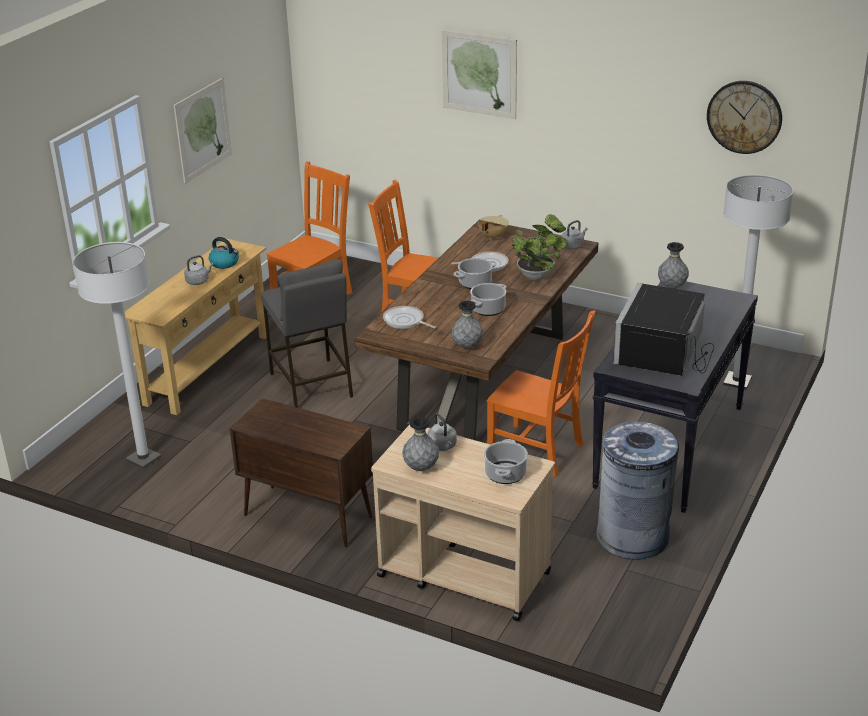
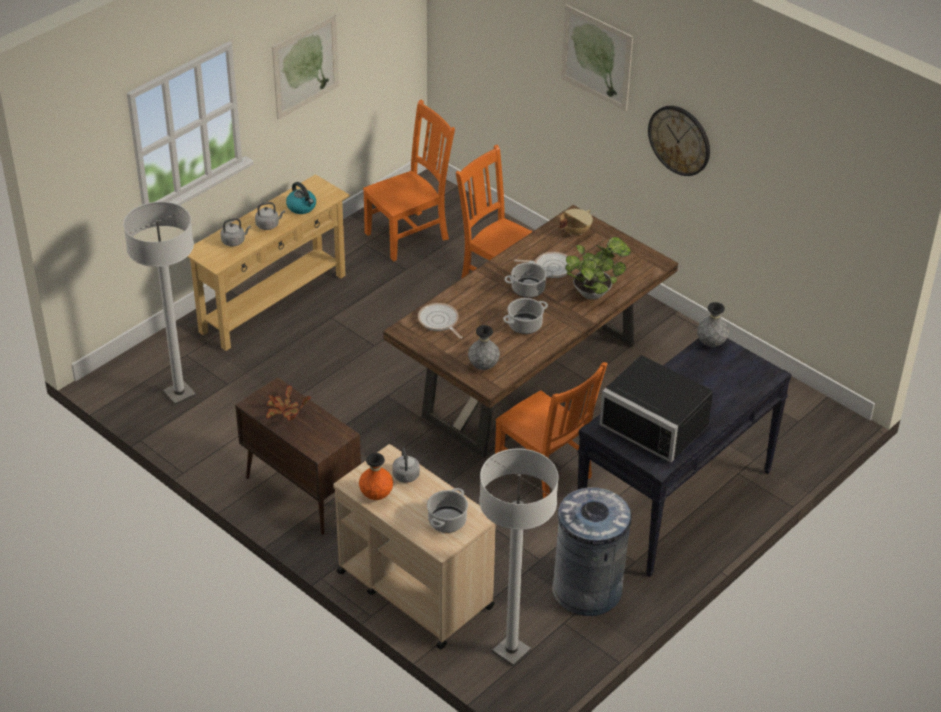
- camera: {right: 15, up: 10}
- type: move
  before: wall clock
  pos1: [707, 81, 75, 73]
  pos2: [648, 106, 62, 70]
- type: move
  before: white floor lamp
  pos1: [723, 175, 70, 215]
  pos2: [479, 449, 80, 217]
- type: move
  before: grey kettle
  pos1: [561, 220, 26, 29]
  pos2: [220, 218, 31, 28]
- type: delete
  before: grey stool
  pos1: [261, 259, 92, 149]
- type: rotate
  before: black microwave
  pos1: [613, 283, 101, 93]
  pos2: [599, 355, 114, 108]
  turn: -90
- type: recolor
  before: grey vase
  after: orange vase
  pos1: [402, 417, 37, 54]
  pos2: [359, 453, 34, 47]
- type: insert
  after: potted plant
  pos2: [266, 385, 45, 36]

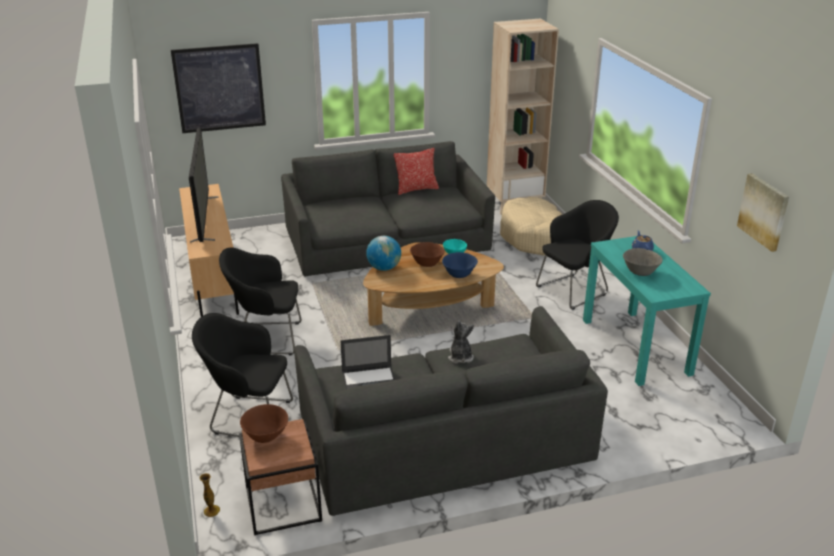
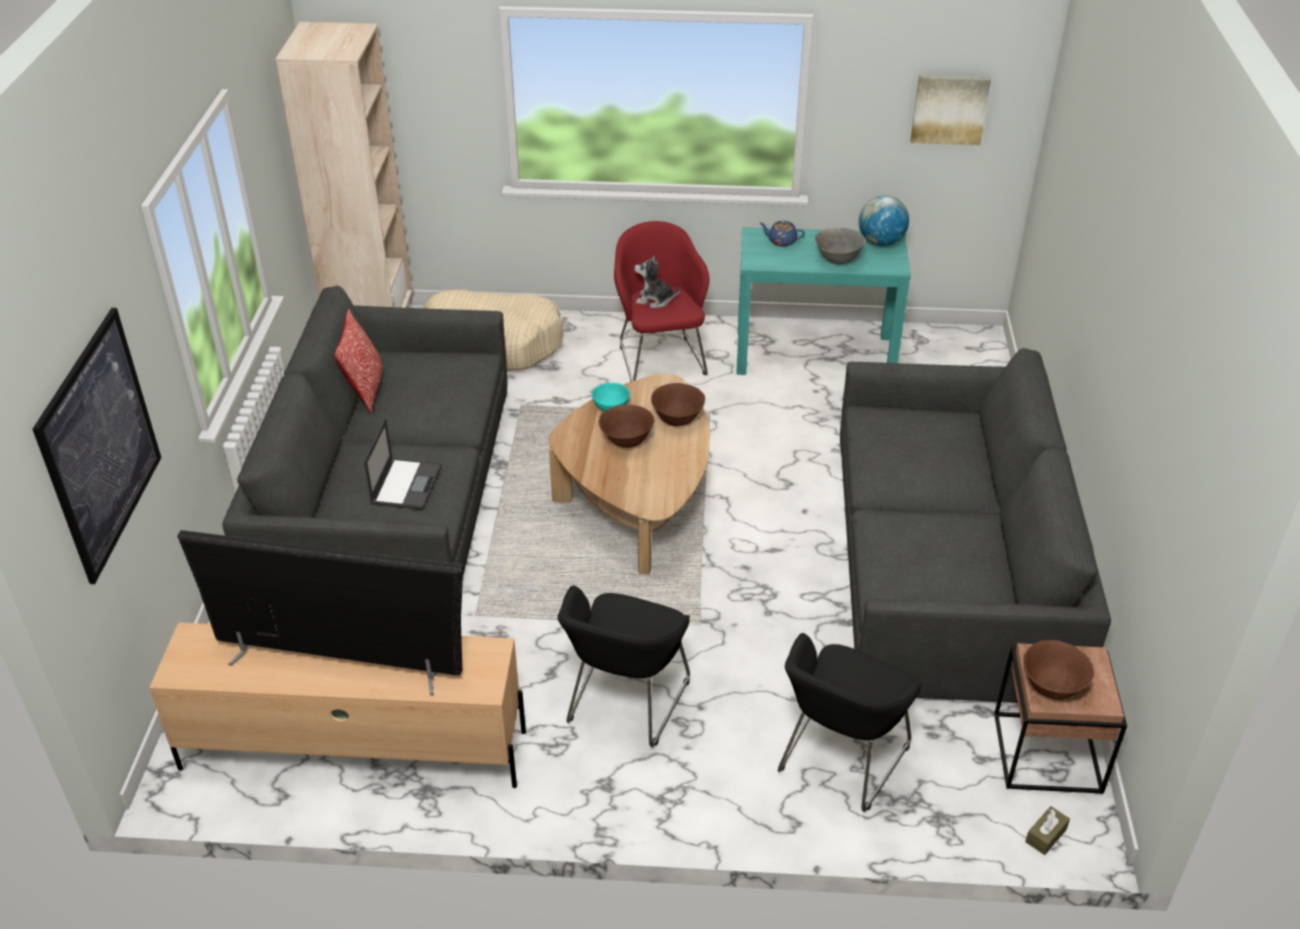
- camera: {right: -70, up: 10}
- type: recolor
  before: black armchair
  after: red armchair
  pos1: [536, 200, 83, 110]
  pos2: [614, 221, 96, 161]
- type: move
  before: globe
  pos1: [366, 236, 35, 35]
  pos2: [859, 196, 50, 50]
- type: recolor
  before: blue bowl
  after: brown bowl
  pos1: [442, 252, 36, 26]
  pos2: [651, 383, 54, 43]
- type: move
  before: plush toy
  pos1: [448, 321, 26, 42]
  pos2: [634, 255, 46, 53]
- type: move
  before: laptop
  pos1: [340, 335, 55, 55]
  pos2: [364, 418, 78, 92]
- type: replace
  before: vase
  after: brown tissue box
  pos1: [199, 473, 21, 44]
  pos2: [1025, 806, 45, 49]

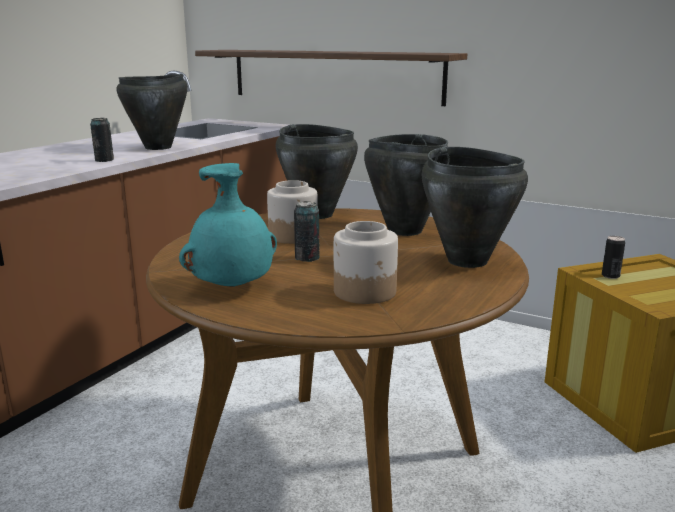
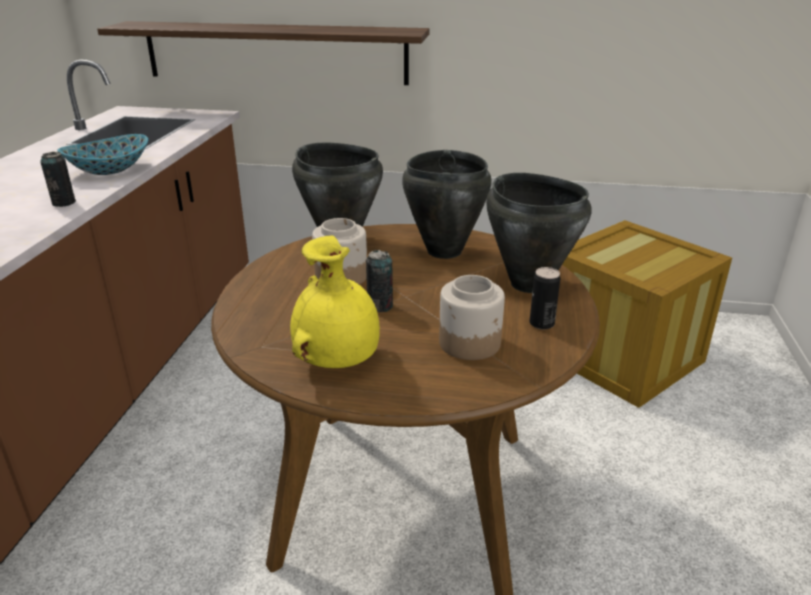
- camera: {right: -20, up: 10}
- type: replace
  before: black cooking pot
  after: bowl
  pos1: [117, 74, 71, 76]
  pos2: [57, 134, 91, 41]
- type: recolor
  before: turquoise vase
  after: yellow vase
  pos1: [179, 163, 98, 124]
  pos2: [290, 236, 90, 132]
- type: move
  before: can
  pos1: [602, 236, 23, 43]
  pos2: [530, 267, 30, 63]

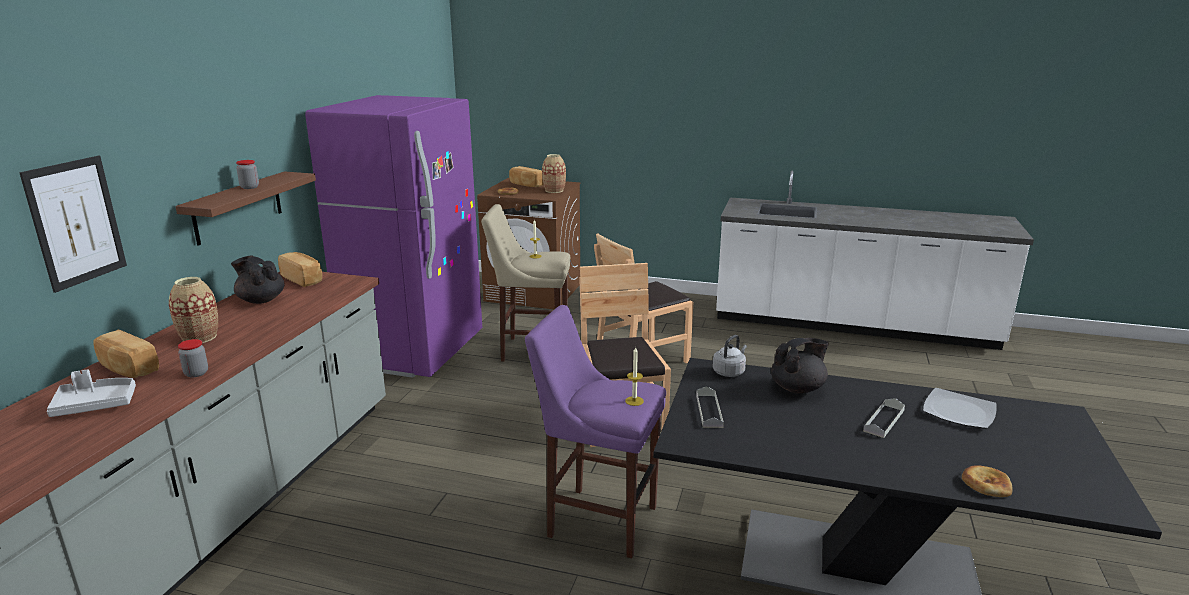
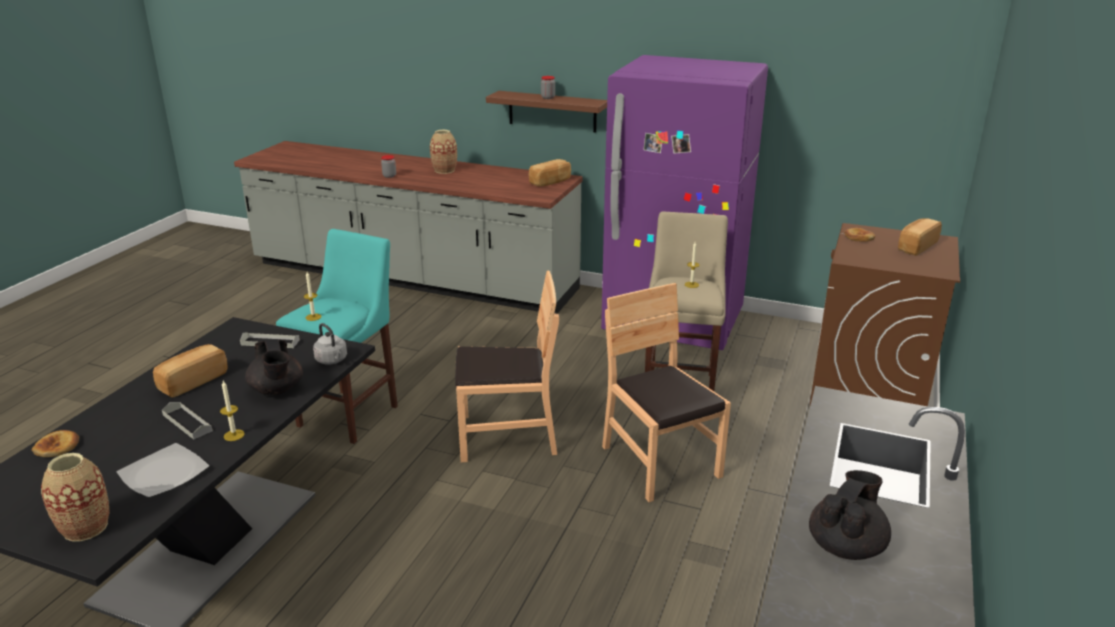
- camera: {right: 95, up: 5}
- type: move
  before: vase
  pos1: [542, 154, 24, 39]
  pos2: [41, 453, 69, 88]
- type: delete
  before: picture
  pos1: [19, 156, 108, 137]
- type: move
  before: black teapot
  pos1: [231, 256, 54, 48]
  pos2: [809, 470, 82, 90]
- type: recolor
  before: purple stool
  after: turquoise stool
  pos1: [525, 305, 141, 254]
  pos2: [276, 229, 122, 215]
- type: move
  before: bread
  pos1: [93, 329, 66, 49]
  pos2: [153, 344, 75, 54]
- type: delete
  before: grey tray
  pos1: [47, 369, 89, 48]
- type: insert
  after: candle
  pos2: [220, 381, 25, 60]

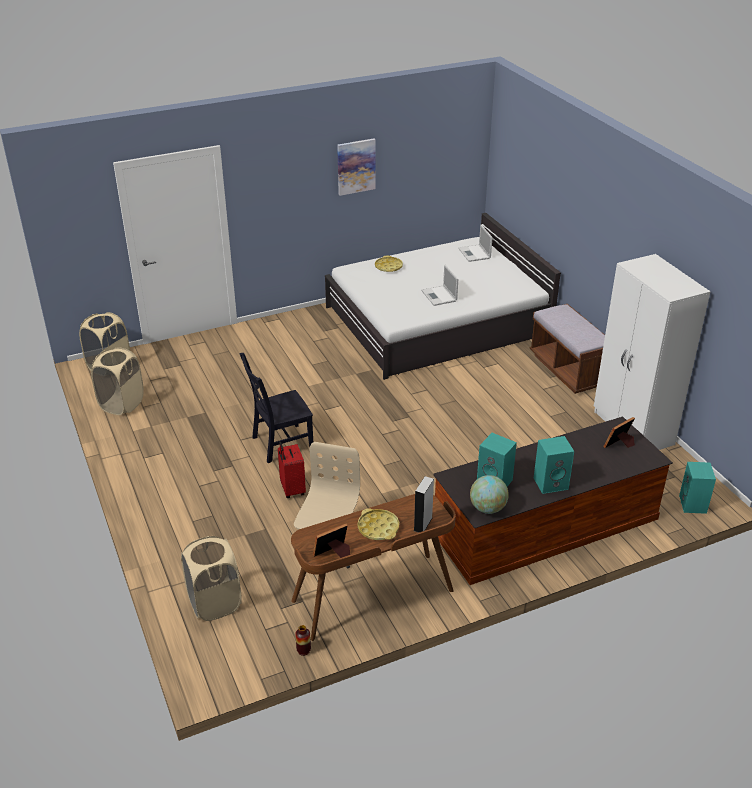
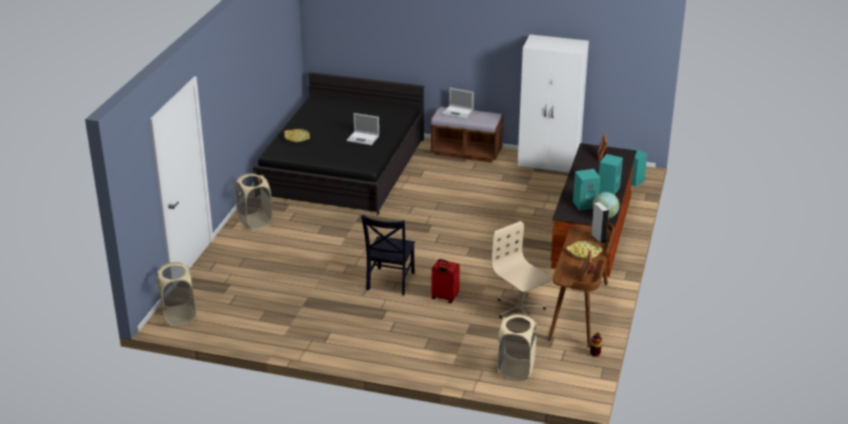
- camera: {right: -50, up: -5}
- type: delete
  before: picture
  pos1: [337, 139, 39, 57]
- type: recolor
  before: white bed
  after: black bed
  pos1: [325, 213, 236, 167]
  pos2: [252, 72, 173, 143]
- type: move
  before: laptop
  pos1: [458, 224, 35, 38]
  pos2: [442, 88, 32, 31]
- type: move
  before: beige laundry basket
  pos1: [91, 347, 53, 68]
  pos2: [235, 173, 38, 56]

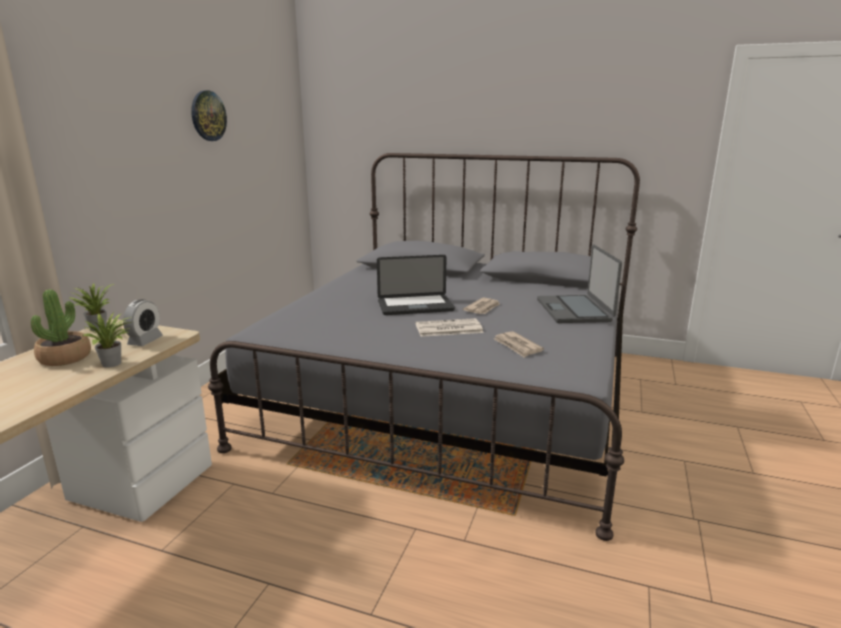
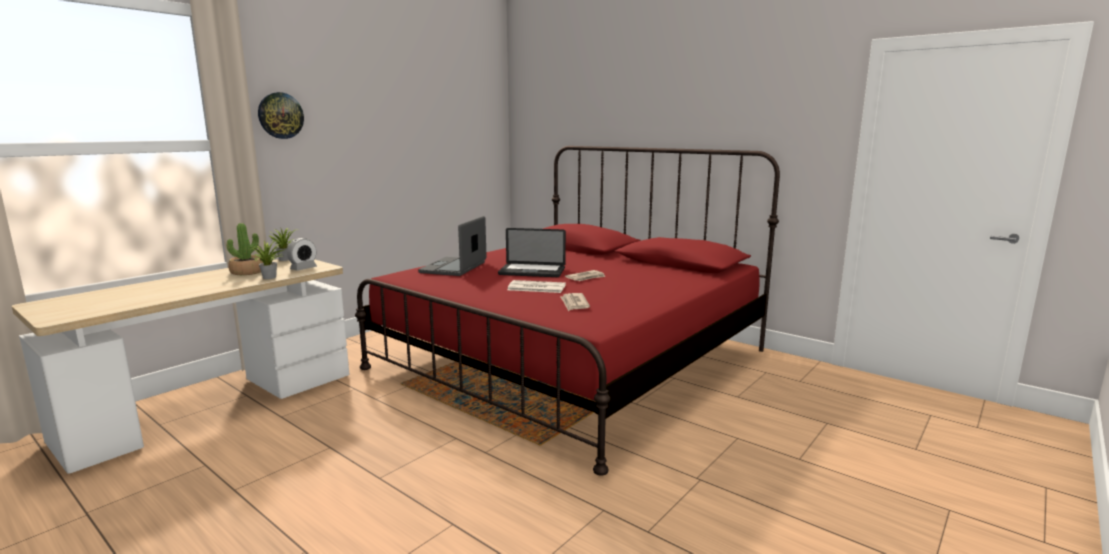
- camera: {right: 20, up: -5}
- type: move
  before: wall clock
  pos1: [191, 90, 36, 51]
  pos2: [258, 92, 46, 47]
- type: recolor
  before: grey bed
  after: red bed
  pos1: [208, 153, 432, 388]
  pos2: [355, 146, 425, 330]
- type: move
  before: laptop
  pos1: [537, 245, 85, 78]
  pos2: [418, 216, 69, 60]

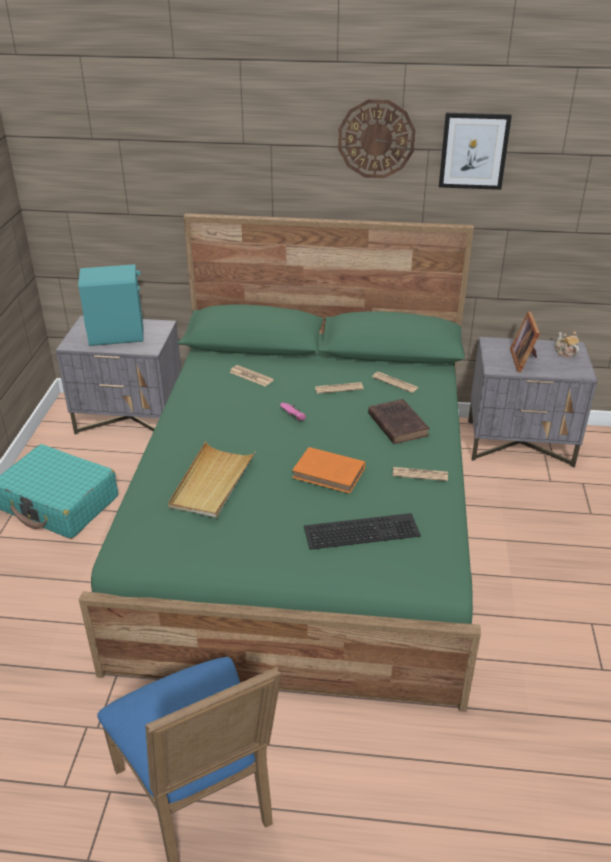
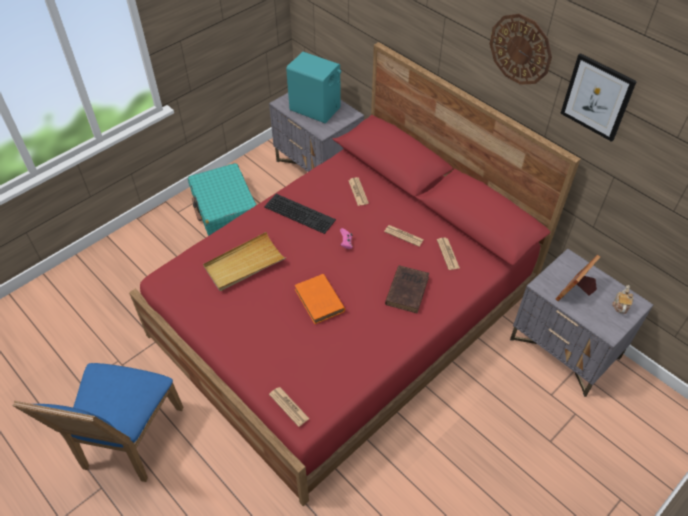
- camera: {right: 40, up: 15}
- type: recolor
  before: green bed
  after: red bed
  pos1: [79, 213, 402, 499]
  pos2: [129, 42, 452, 464]
- type: move
  before: newspaper
  pos1: [392, 467, 56, 14]
  pos2: [269, 387, 41, 40]
- type: move
  before: keyboard
  pos1: [304, 513, 117, 37]
  pos2: [264, 194, 72, 40]

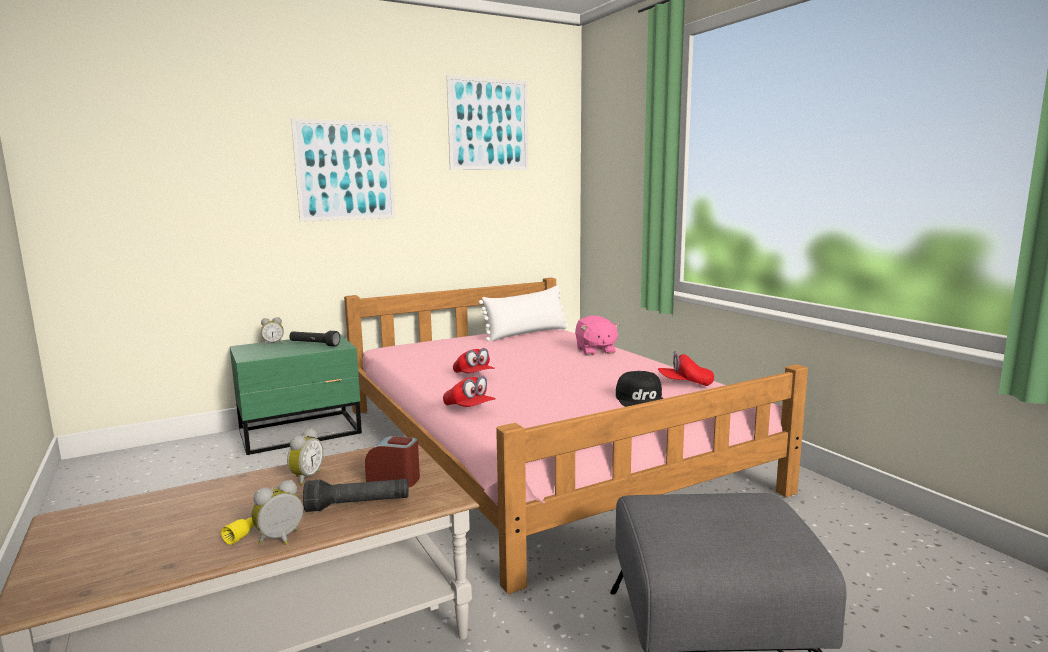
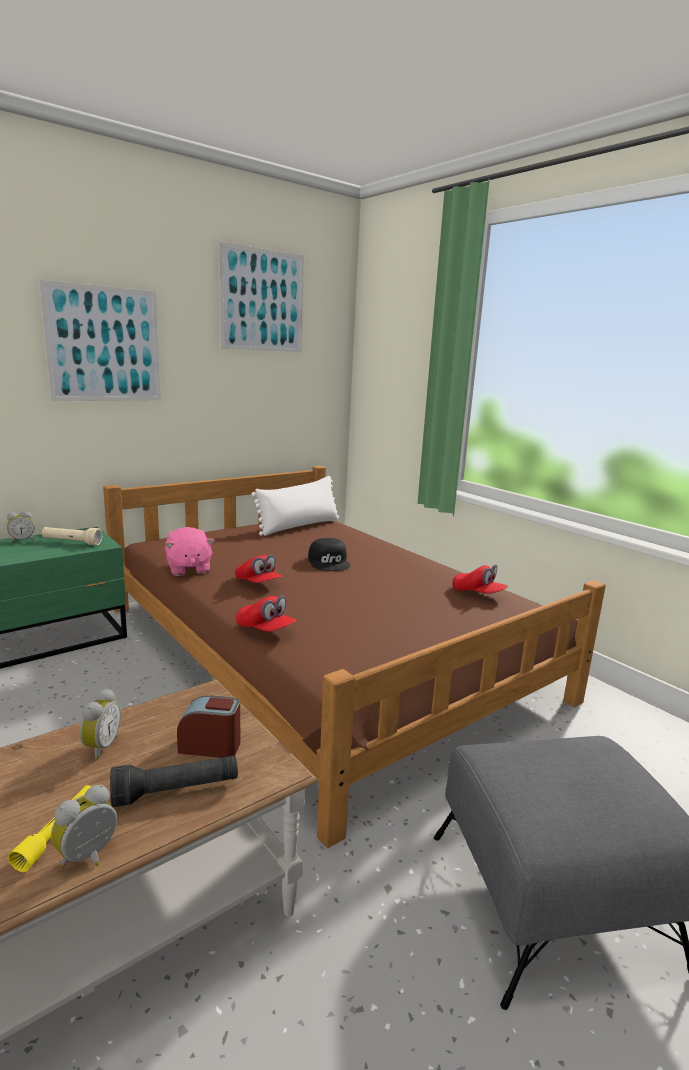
- camera: {right: -10, up: 5}
- type: recolor
  before: pink bed
  after: brown bed
  pos1: [344, 278, 464, 316]
  pos2: [103, 466, 503, 382]
- type: move
  before: pink plush toy
  pos1: [575, 315, 45, 40]
  pos2: [165, 527, 50, 49]
- type: recolor
  before: black flashlight
  after: beige flashlight
  pos1: [289, 331, 51, 15]
  pos2: [42, 527, 60, 18]
- type: rotate
  before: red cap
  pos1: [658, 351, 56, 35]
  pos2: [452, 565, 56, 29]
  turn: -135
- type: move
  before: black cap
  pos1: [616, 371, 47, 36]
  pos2: [308, 538, 42, 33]

